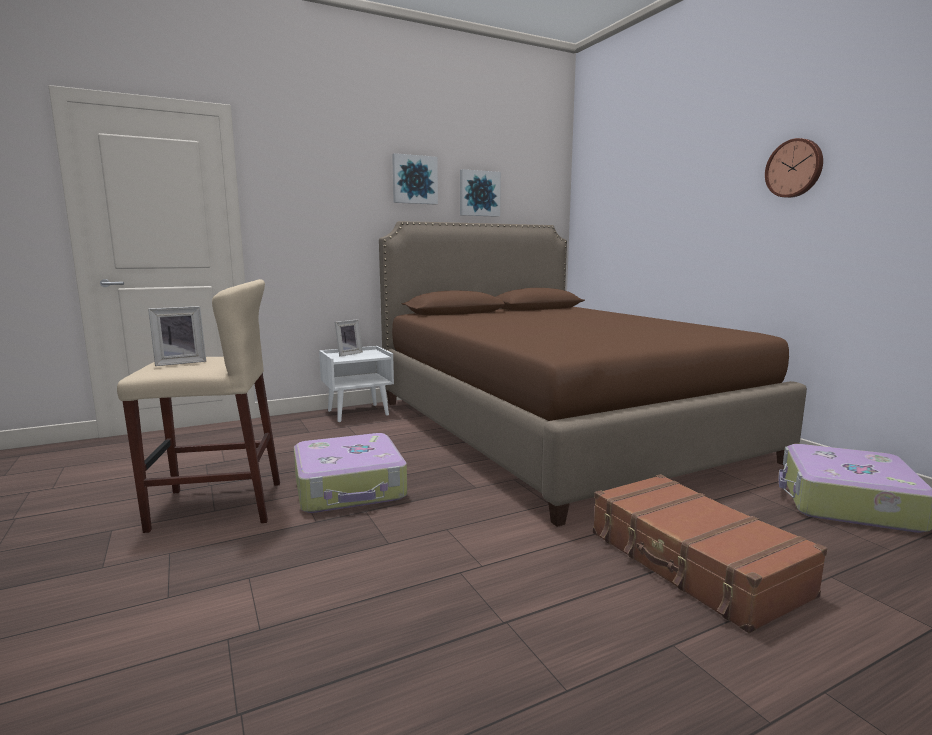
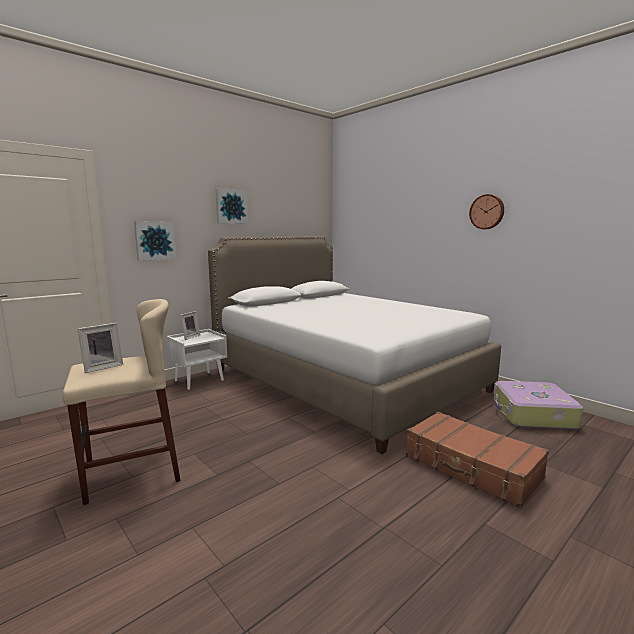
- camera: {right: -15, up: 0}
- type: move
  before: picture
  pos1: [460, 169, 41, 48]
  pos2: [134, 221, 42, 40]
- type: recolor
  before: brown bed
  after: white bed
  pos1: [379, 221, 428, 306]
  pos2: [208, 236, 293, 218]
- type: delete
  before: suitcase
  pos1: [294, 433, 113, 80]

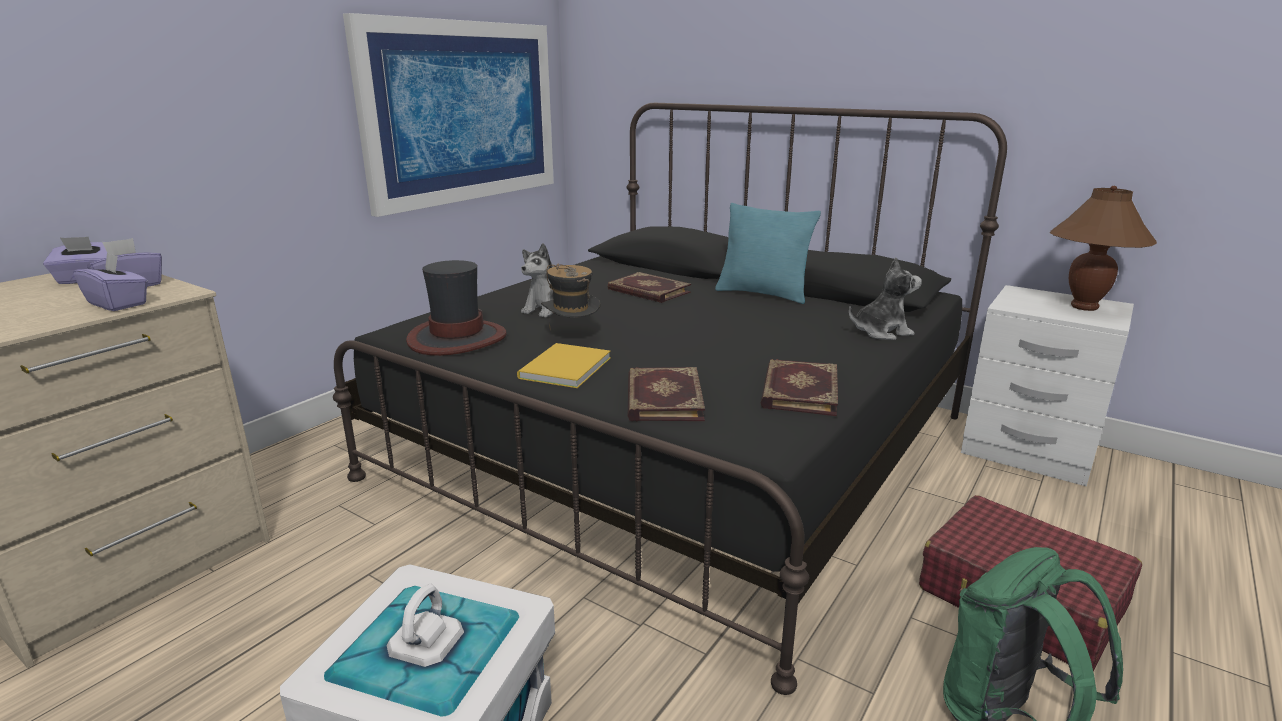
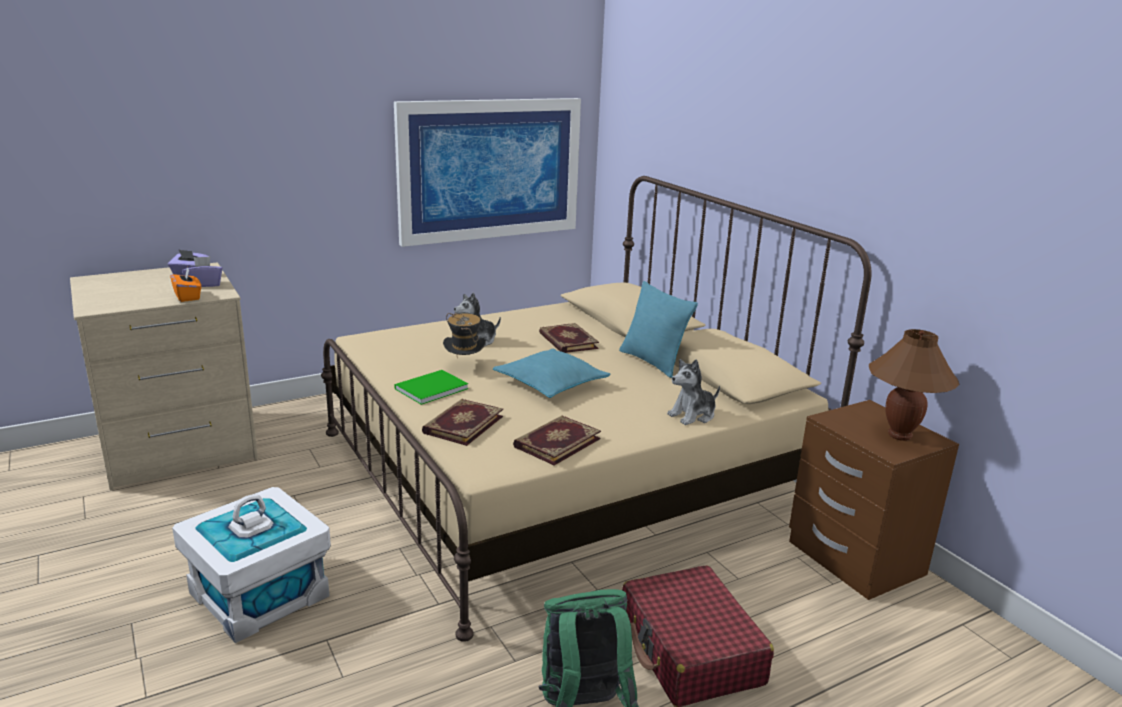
- camera: {right: 25, up: 0}
- type: recolor
  before: black bed
  after: beige bed
  pos1: [333, 103, 674, 592]
  pos2: [321, 176, 551, 466]
- type: recolor
  before: purple tissue box
  after: orange tissue box
  pos1: [73, 253, 75, 58]
  pos2: [170, 267, 31, 35]
- type: rotate
  before: plush toy
  pos1: [849, 257, 73, 83]
  pos2: [667, 359, 53, 66]
  turn: 135
- type: delete
  before: hat
  pos1: [406, 260, 101, 96]
- type: recolor
  before: white nightstand
  after: brown nightstand
  pos1: [961, 285, 173, 201]
  pos2: [789, 400, 170, 200]
- type: recolor
  before: yellow book
  after: green book
  pos1: [517, 343, 94, 45]
  pos2: [394, 370, 75, 35]
- type: insert
  after: turquoise pillow
  pos2: [493, 349, 117, 49]

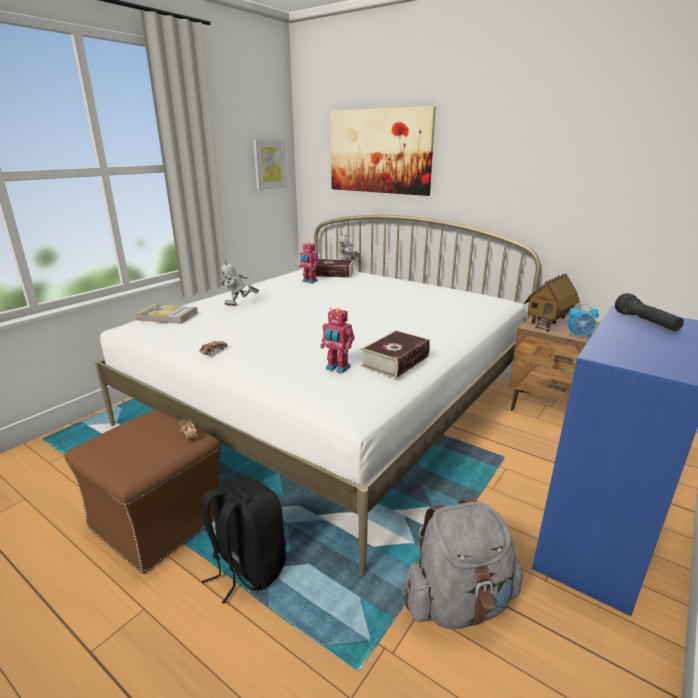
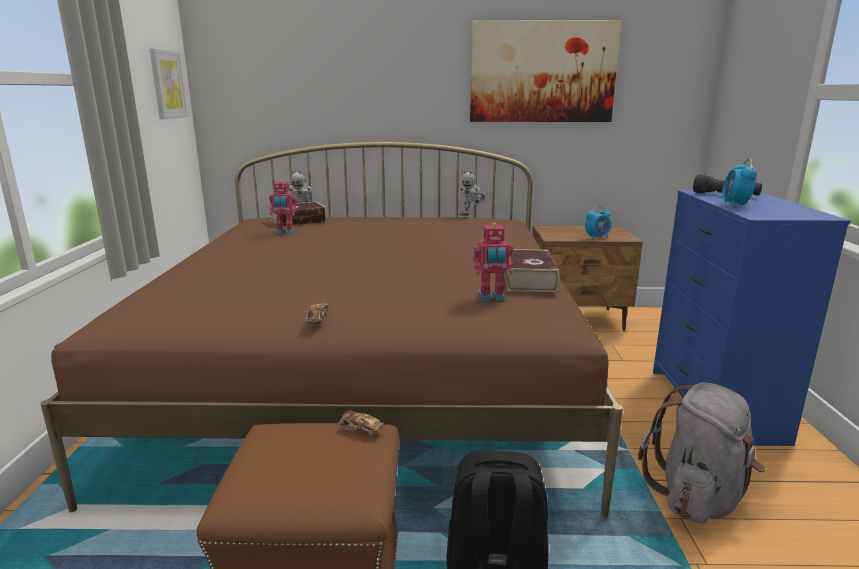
- camera: {right: -35, up: -5}
- type: move
  before: picture
  pos1: [331, 106, 105, 90]
  pos2: [470, 20, 151, 102]
- type: recolor
  before: white bed
  after: brown bed
  pos1: [95, 215, 446, 361]
  pos2: [40, 142, 583, 376]
- type: move
  before: toy robot
  pos1: [219, 260, 40, 46]
  pos2: [459, 170, 26, 46]
- type: delete
  before: toy house
  pos1: [524, 274, 56, 58]
- type: delete
  before: book
  pos1: [135, 304, 63, 20]
- type: insert
  after: alarm clock
  pos2: [722, 158, 35, 50]

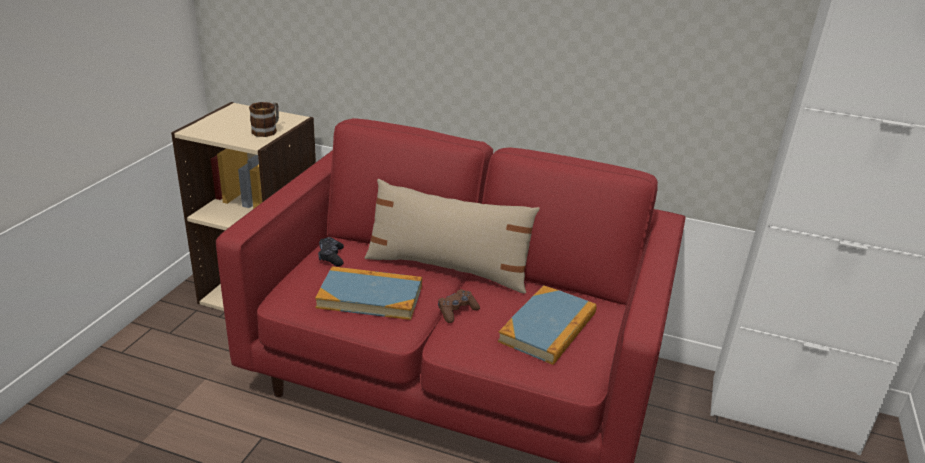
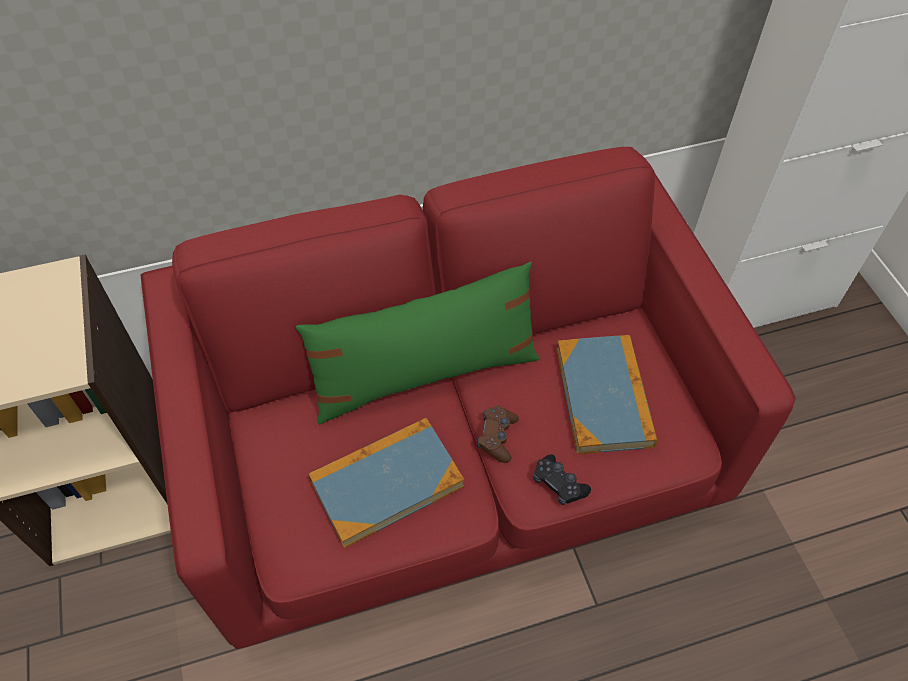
- camera: {right: -35, up: 25}
- type: delete
  before: mug
  pos1: [249, 102, 30, 35]
- type: recolor
  before: beige pillow
  after: green pillow
  pos1: [365, 179, 175, 115]
  pos2: [296, 262, 244, 162]
- type: move
  before: black game controller
  pos1: [318, 237, 26, 29]
  pos2: [533, 454, 58, 51]

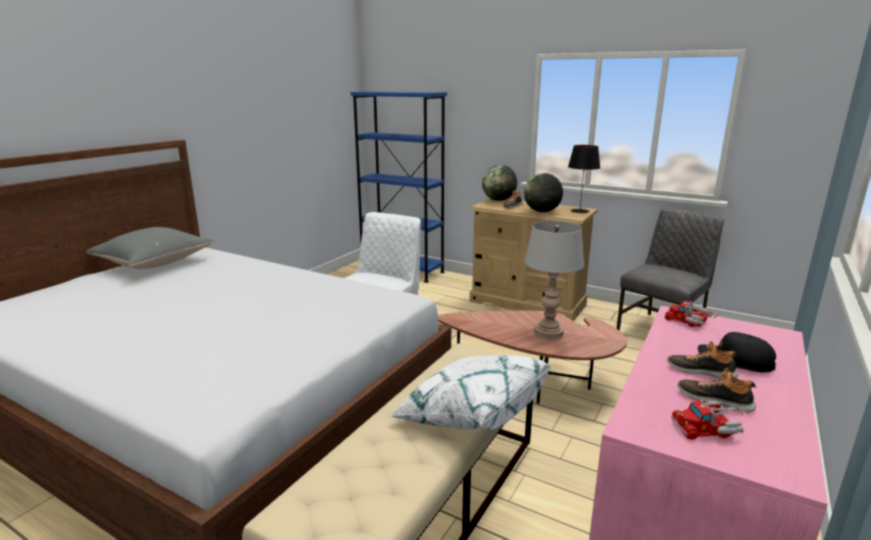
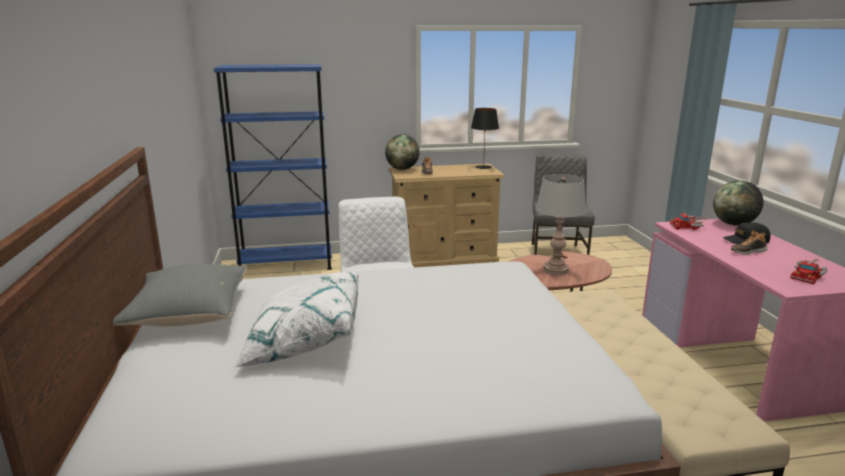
- camera: {right: -40, up: 0}
- type: move
  before: globe
  pos1: [524, 173, 39, 39]
  pos2: [713, 181, 51, 44]
- type: move
  before: white pillow
  pos1: [389, 355, 163, 74]
  pos2: [234, 271, 125, 97]
- type: delete
  before: shoe
  pos1: [678, 368, 78, 44]

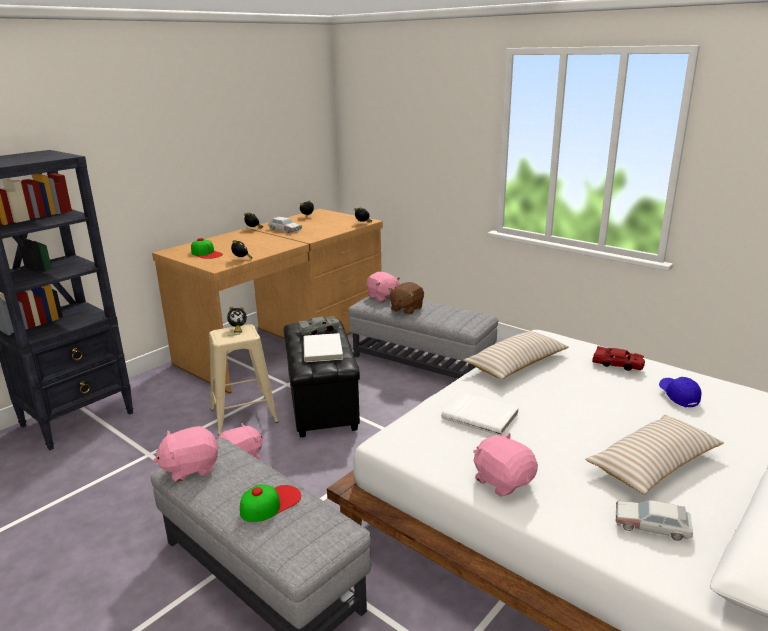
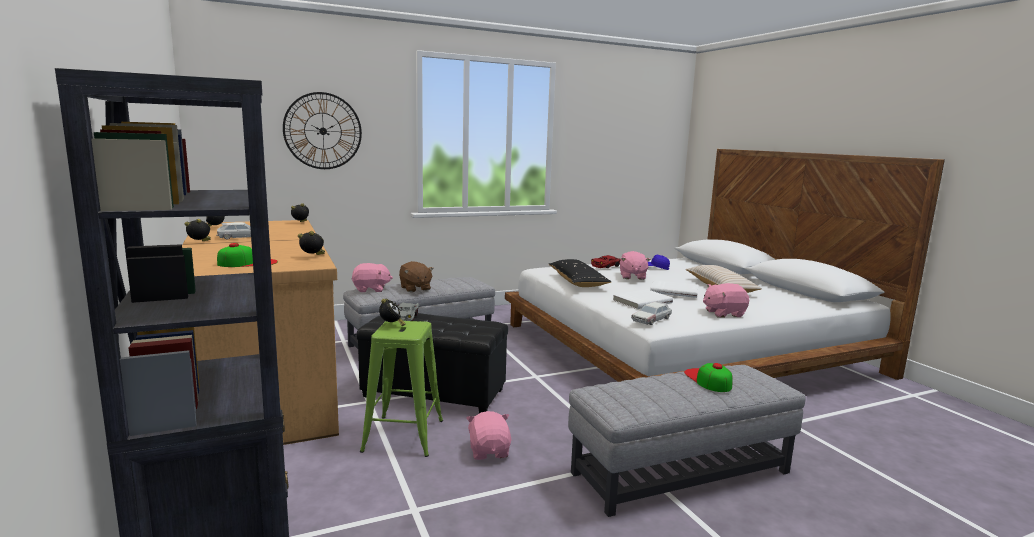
- camera: {right: -65, up: -10}
- type: recolor
  before: beige stool
  after: green stool
  pos1: [209, 324, 70, 111]
  pos2: [360, 320, 83, 137]
- type: recolor
  before: beige pillow
  after: black pillow
  pos1: [463, 331, 106, 48]
  pos2: [549, 259, 62, 28]
- type: move
  before: white book
  pos1: [303, 333, 40, 29]
  pos2: [650, 280, 48, 18]
- type: move
  before: pink plush toy
  pos1: [153, 426, 66, 56]
  pos2: [620, 251, 31, 29]
- type: move
  before: toy car
  pos1: [616, 500, 78, 41]
  pos2: [631, 301, 41, 24]
- type: insert
  after: wall clock
  pos2: [283, 92, 79, 77]

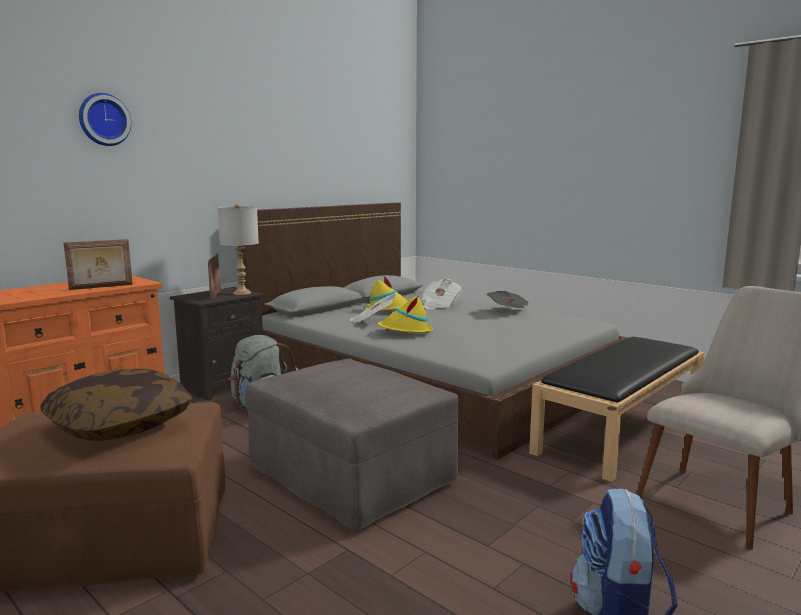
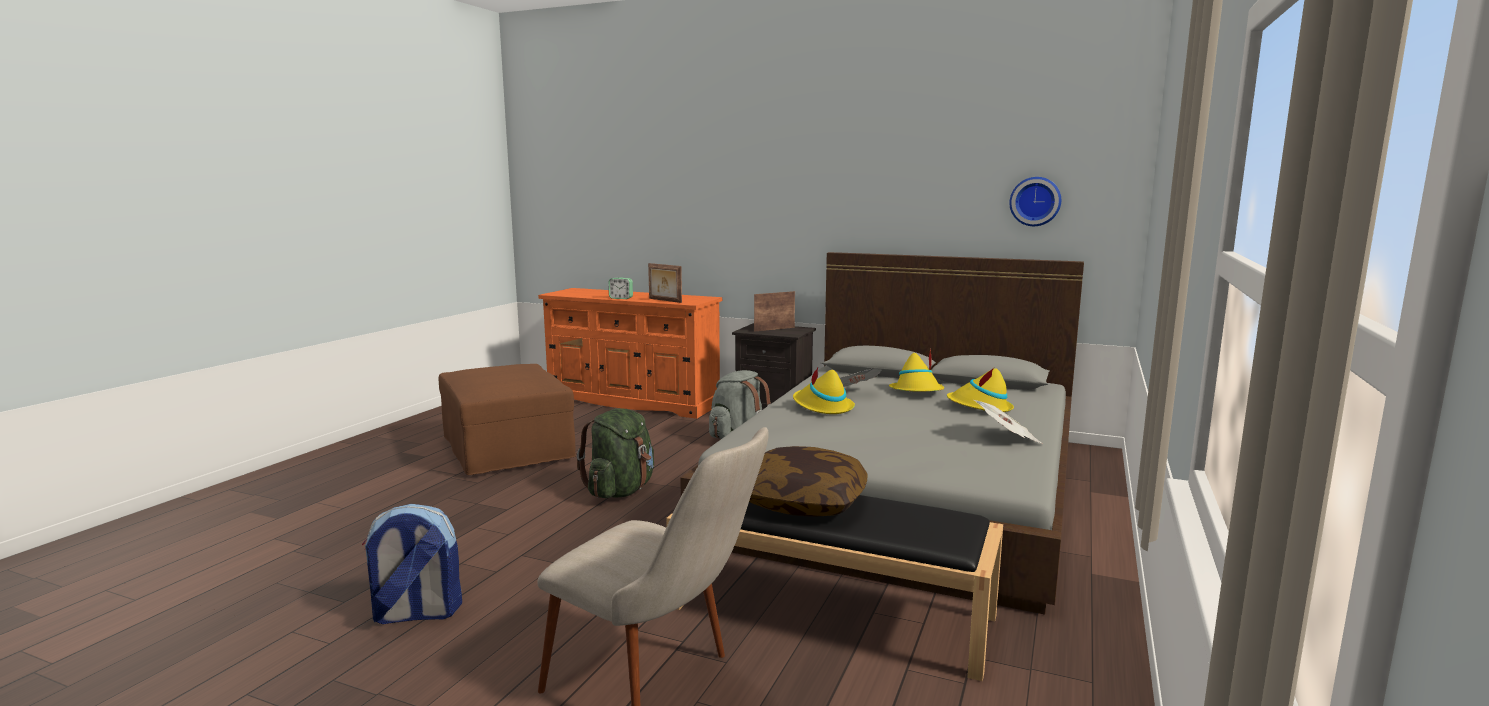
- camera: {right: 70, up: 0}
- type: move
  before: wall clock
  pos1: [79, 93, 52, 53]
  pos2: [1009, 177, 52, 49]
- type: delete
  before: grey table lamp
  pos1: [217, 204, 42, 91]
- type: replace
  before: newspaper
  after: yellow hat
  pos1: [422, 279, 40, 30]
  pos2: [947, 368, 67, 44]
- type: replace
  before: grey ottoman
  after: green backpack
  pos1: [245, 359, 214, 171]
  pos2: [577, 408, 77, 90]
- type: move
  before: pillow
  pos1: [40, 368, 153, 73]
  pos2: [749, 446, 119, 71]
- type: insert
  after: alarm clock
  pos2: [609, 278, 24, 21]

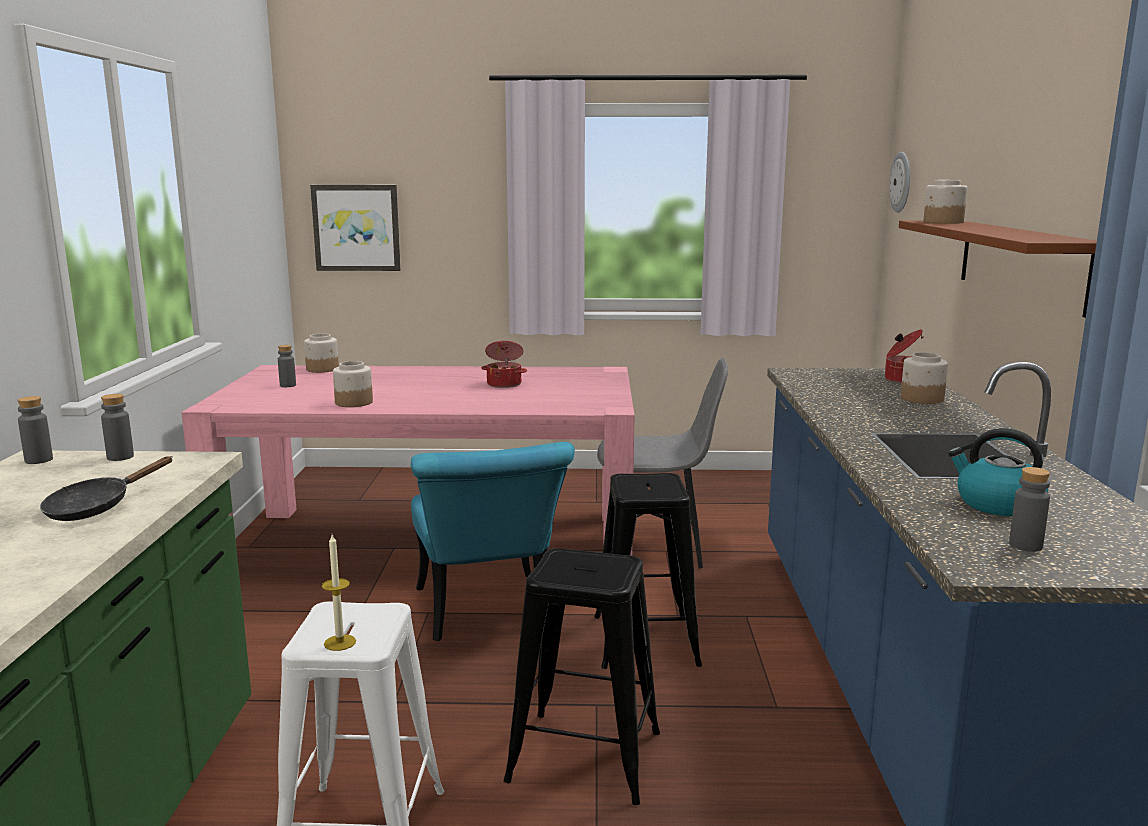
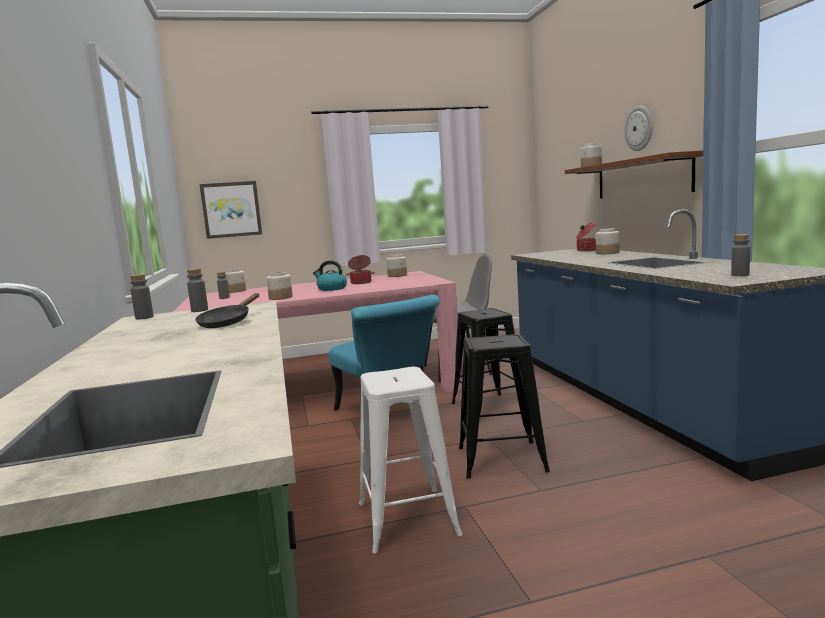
- camera: {right: -15, up: -5}
- type: move
  before: wall clock
  pos1: [889, 152, 21, 61]
  pos2: [625, 106, 28, 45]
- type: move
  before: kettle
  pos1: [948, 428, 100, 88]
  pos2: [313, 260, 34, 31]
- type: delete
  before: candle
  pos1: [322, 534, 34, 117]
- type: insert
  after: jar
  pos2: [386, 254, 21, 23]

